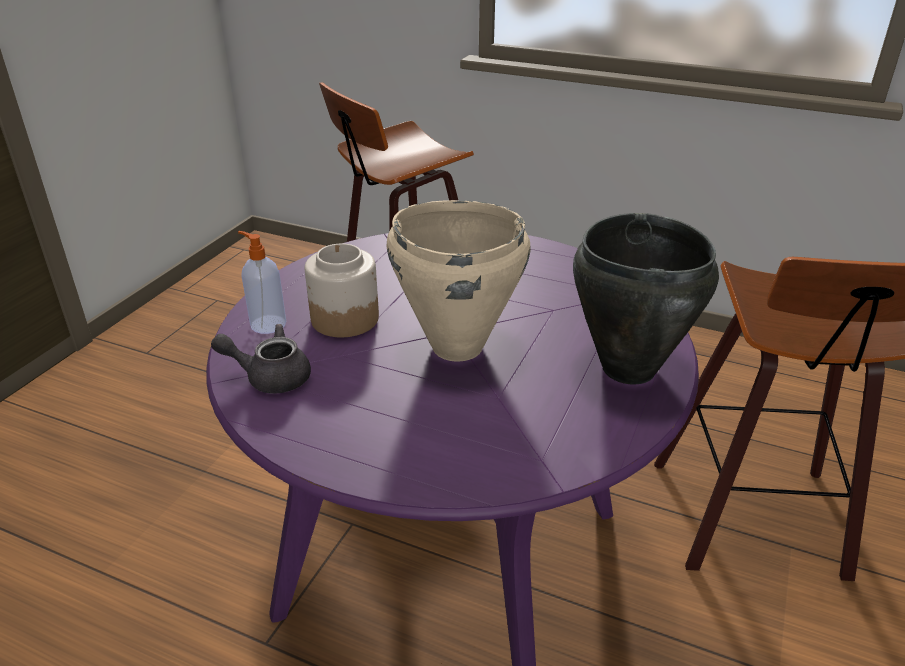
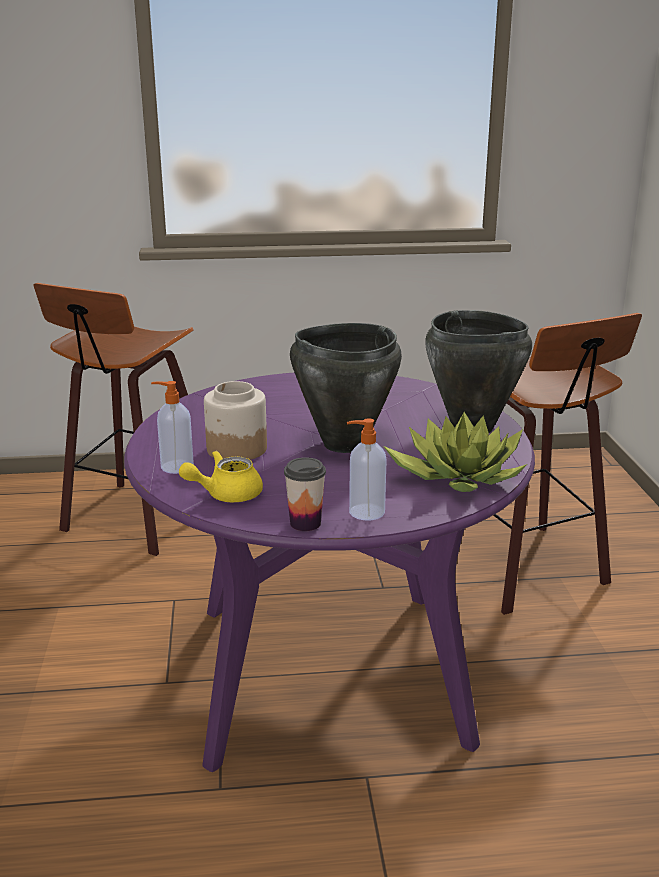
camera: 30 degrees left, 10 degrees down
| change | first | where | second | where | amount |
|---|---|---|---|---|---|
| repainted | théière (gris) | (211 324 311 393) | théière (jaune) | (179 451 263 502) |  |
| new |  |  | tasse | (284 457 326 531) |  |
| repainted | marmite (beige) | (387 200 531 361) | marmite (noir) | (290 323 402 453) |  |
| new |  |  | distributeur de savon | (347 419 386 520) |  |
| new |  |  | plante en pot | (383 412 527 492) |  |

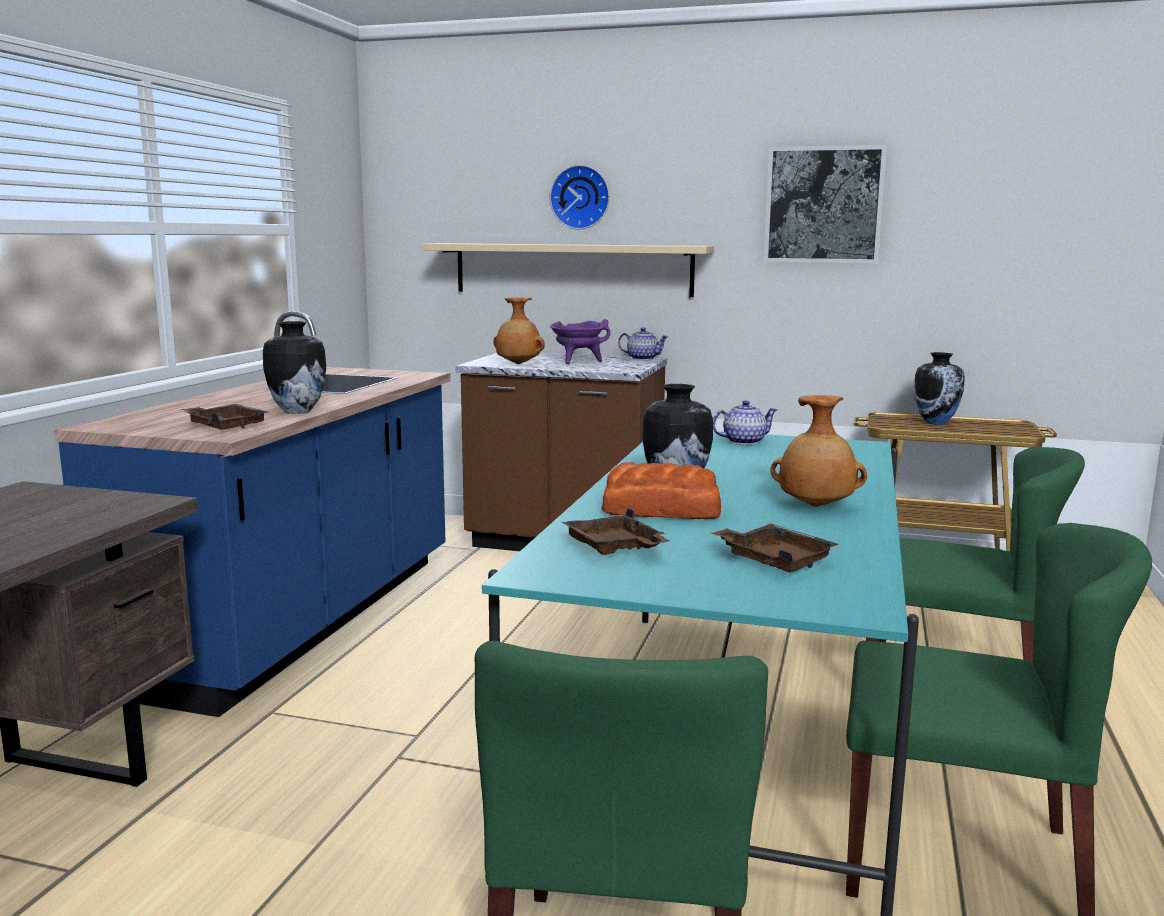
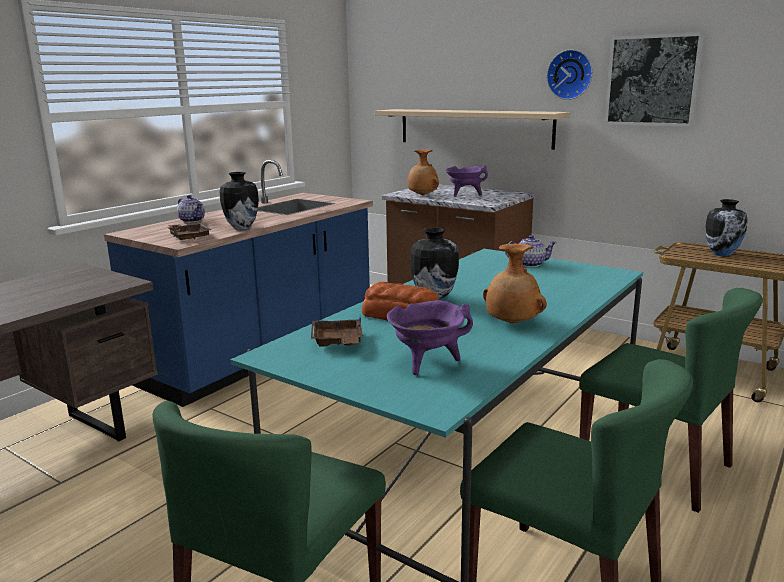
camera: 20 degrees right, 5 degrees up
| change | first | where | second | where | amount |
|---|---|---|---|---|---|
| shifted | théière | (618 327 668 360) |  | (177 195 205 223) |  |
| swapped | plateau (marron) | (711 524 839 572) | marmite (violet) | (387 300 473 375) |  |
| shifted | horloge murale | (550 165 610 229) |  | (546 49 593 100) |  |

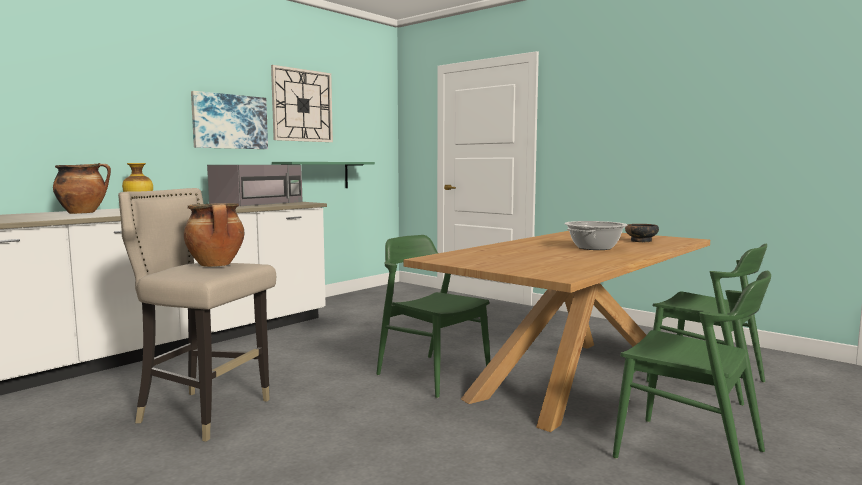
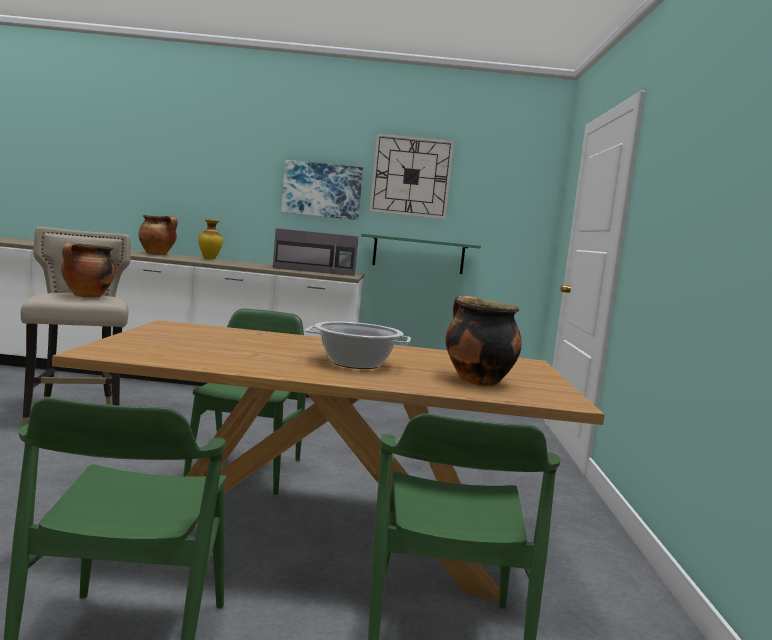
camera: 50 degrees right, 0 degrees up
| change | first | where | second | where | amount |
|---|---|---|---|---|---|
| swapped | bol | (625 224 659 242) | marmite | (445 296 522 386) |  |

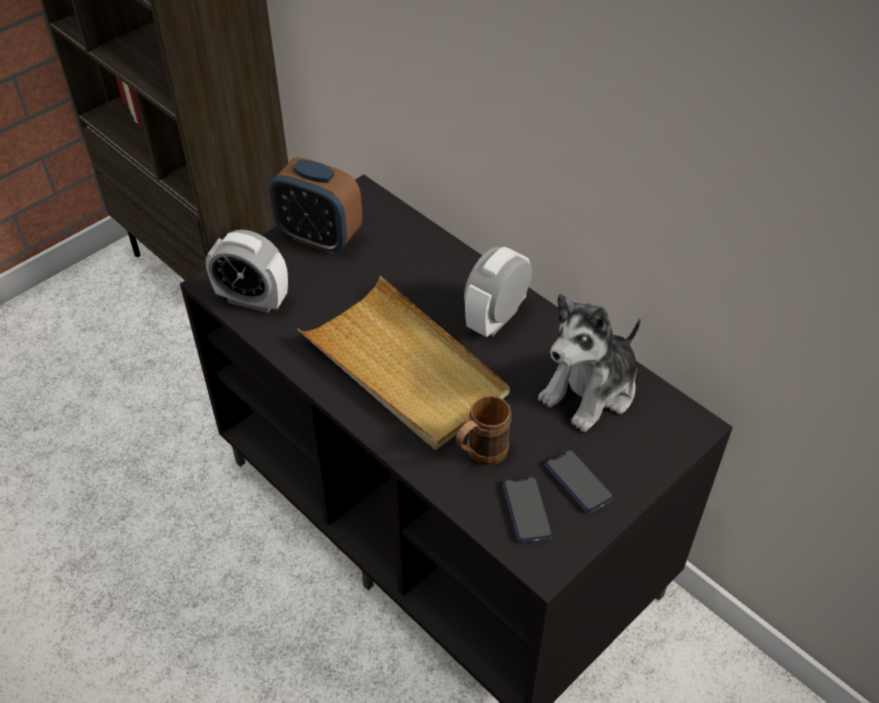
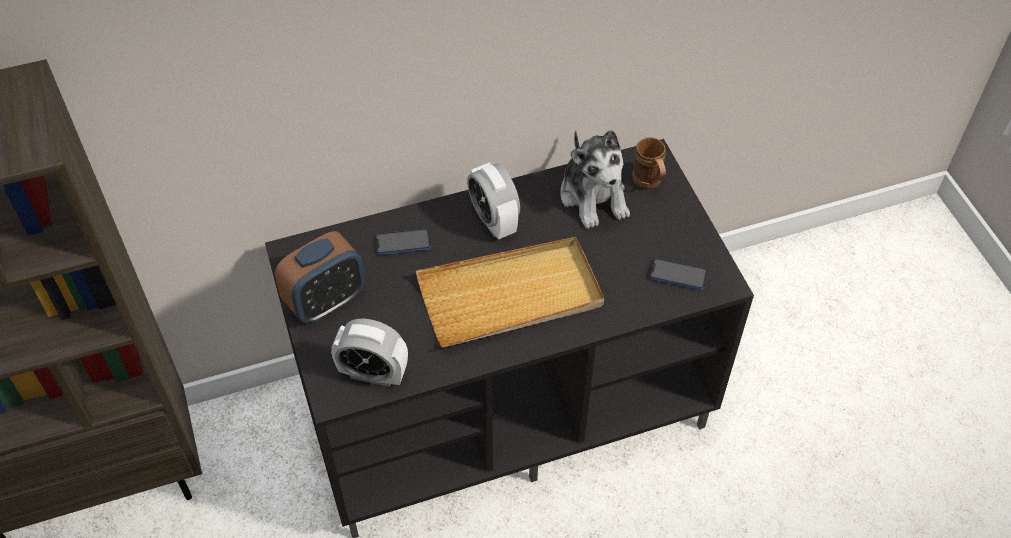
camera: 65 degrees left, 5 degrees up
| change | first | where | second | where | amount |
|---|---|---|---|---|---|
| rotated | réveil | (206 230 288 313) |  | (331 319 408 387) | 60 degrees clockwise |
| shifted | téléphone | (545 449 614 513) |  | (375 229 431 255) |  |
| shifted | mug (marron) | (456 396 512 465) |  | (632 137 666 190) |  |

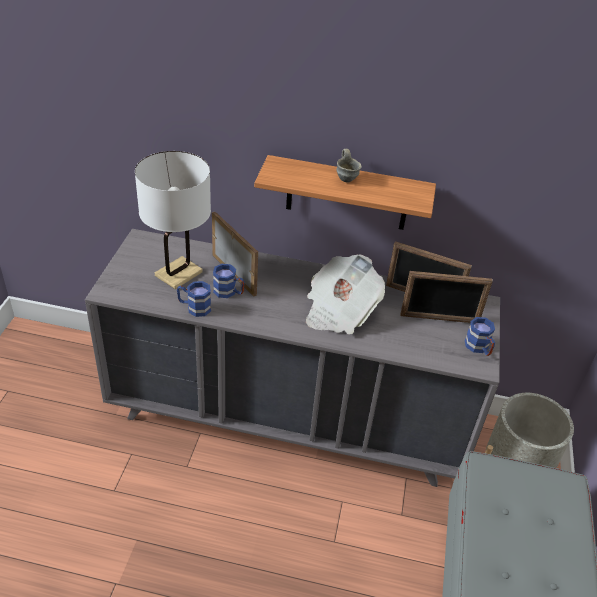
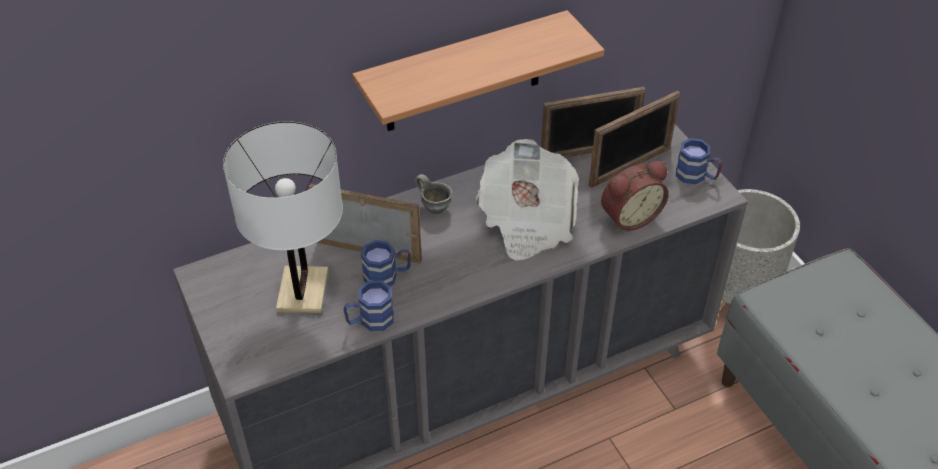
camera: 35 degrees left, 5 degrees up
| change | first | where | second | where | amount |
|---|---|---|---|---|---|
| shifted | mug (gris) | (336 149 362 182) |  | (415 174 452 214) |  |
| new |  |  | réveil | (601 161 669 231) |  |

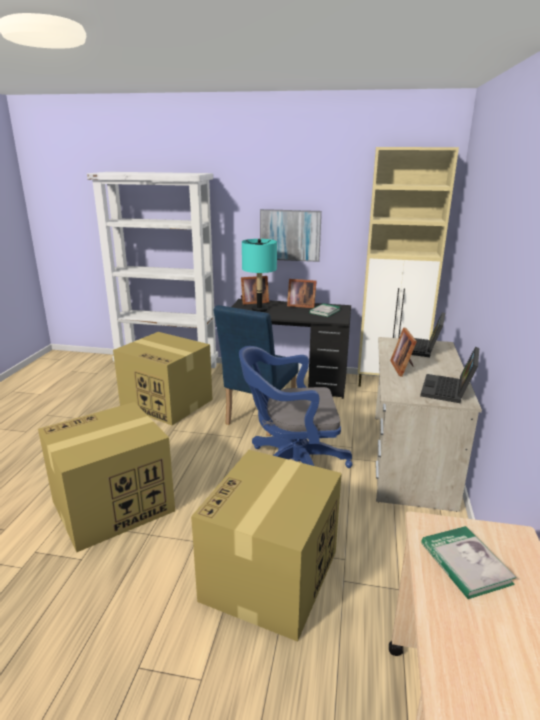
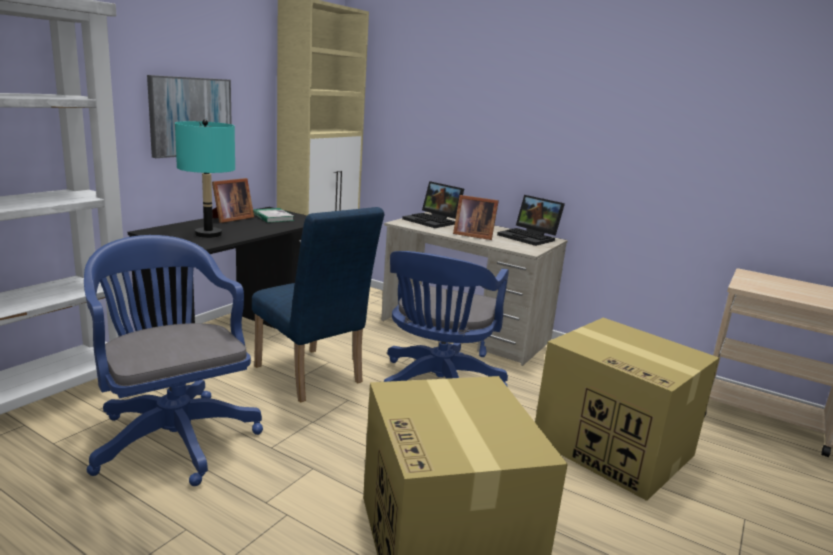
camera: 70 degrees left, 5 degrees down
| change | first | where | second | where | amount |
|---|---|---|---|---|---|
| swapped | carton | (113 332 213 425) | chaise de bureau (bleu) | (84 235 263 486) |  |
| gone | cadre photo | (241 276 269 305) |  |  |  |
| gone | livre | (421 526 517 599) |  |  |  |

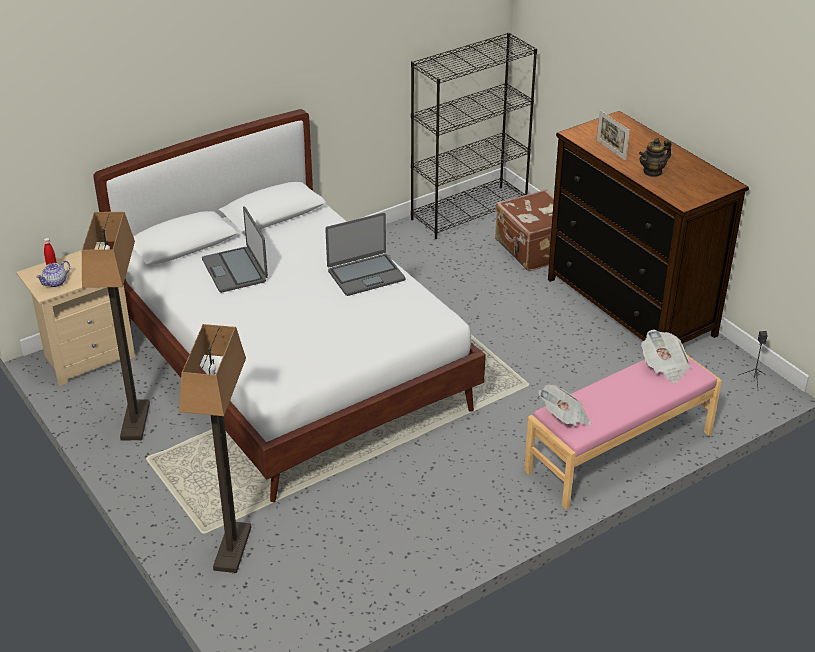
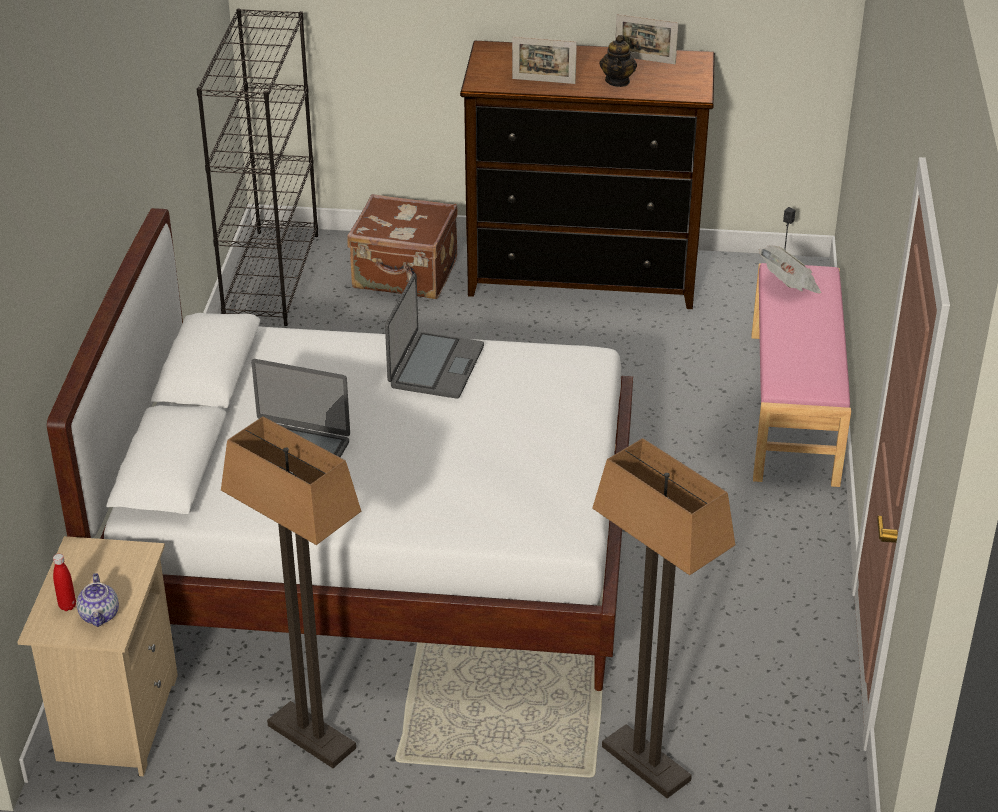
camera: 50 degrees left, 0 degrees up
| change | first | where | second | where | amount |
|---|---|---|---|---|---|
| new |  |  | cadre photo | (615 14 678 64) |  |
| gone | journal | (538 385 592 426) |  |  |  |

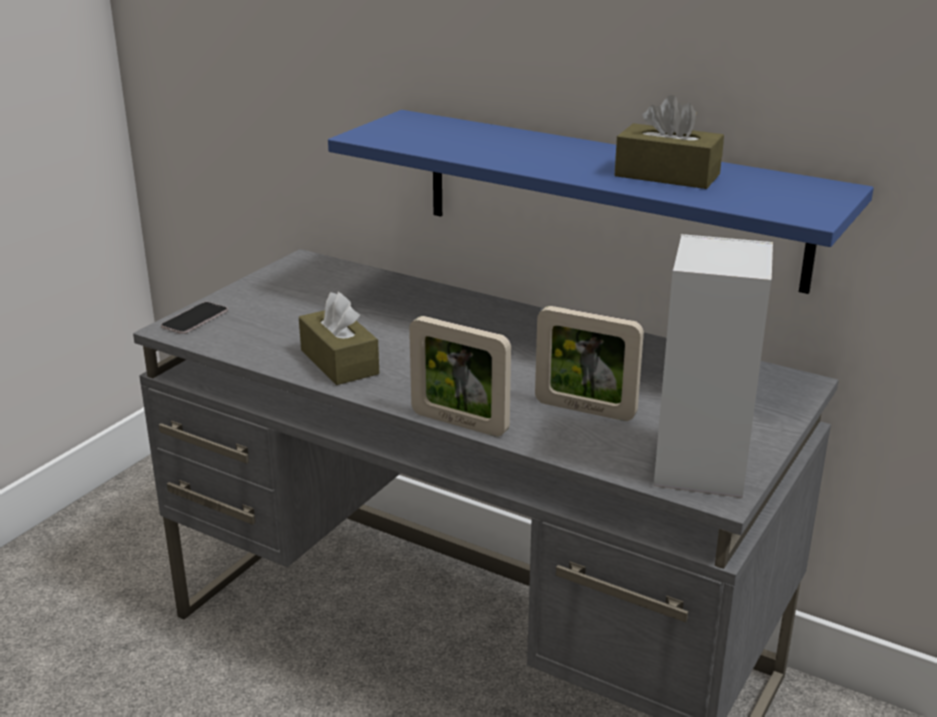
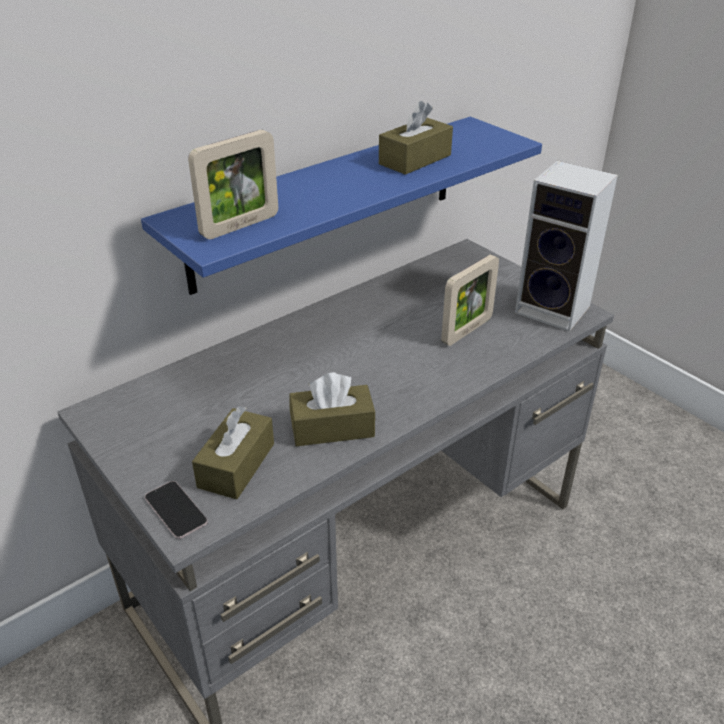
camera: 70 degrees left, 10 degrees up
| change | first | where | second | where | amount |
|---|---|---|---|---|---|
| shifted | cadre photo | (409 316 511 437) |  | (188 130 278 239) |  |
| new |  |  | boîte à mouchoirs (marron) | (192 406 274 499) |  |

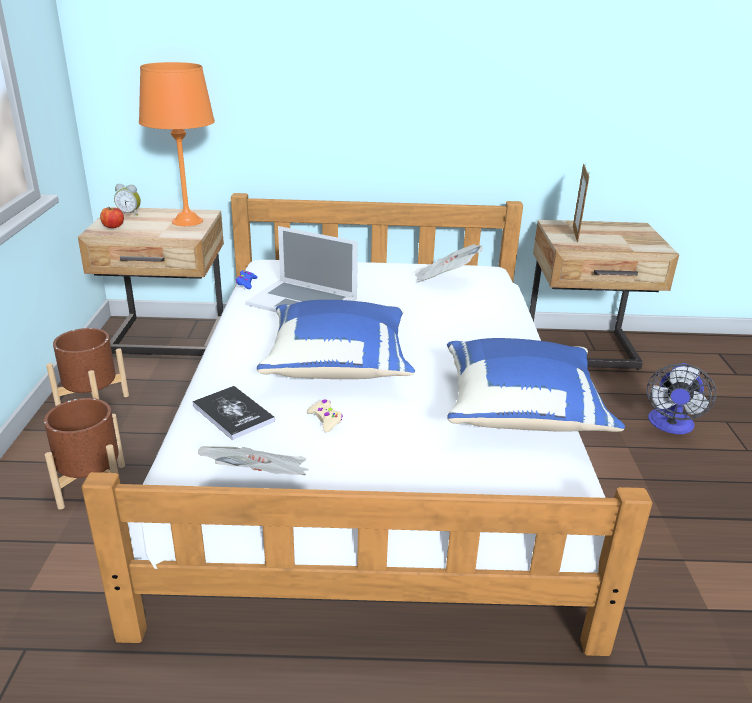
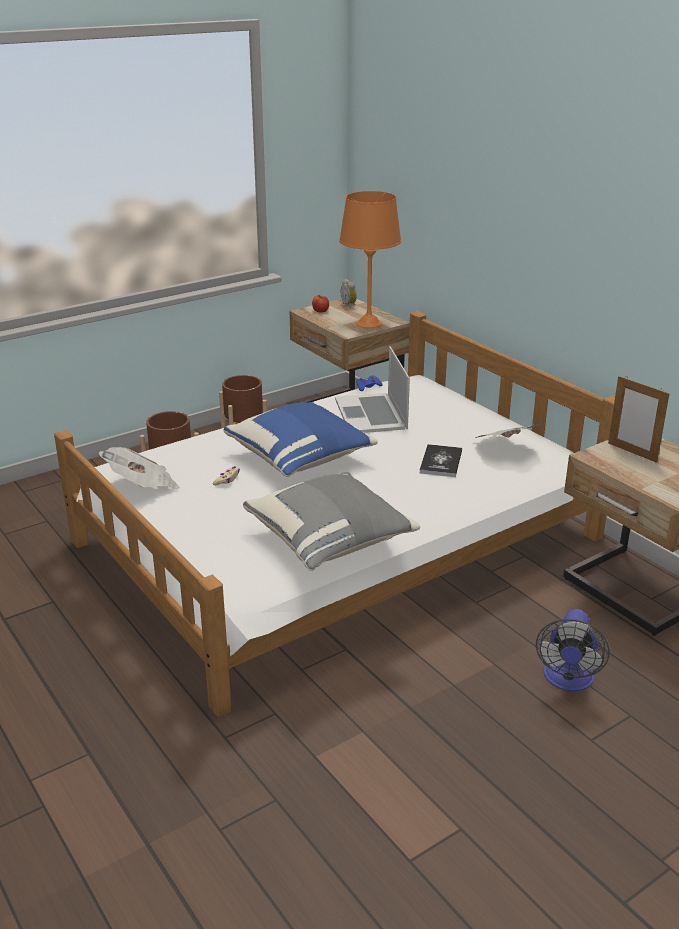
camera: 55 degrees right, 0 degrees up
| change | first | where | second | where | amount |
|---|---|---|---|---|---|
| repainted | coussin (bleu) | (447 338 625 432) | coussin (gris) | (243 472 420 571) |  |
| shifted | livre | (192 386 275 440) |  | (420 444 462 477) |  |
| rotated | ventilateur | (647 363 716 434) |  | (536 609 610 691) | 60 degrees counterclockwise |
| rotated | cadre photo | (573 164 589 243) |  | (608 376 669 463) | 105 degrees counterclockwise |

